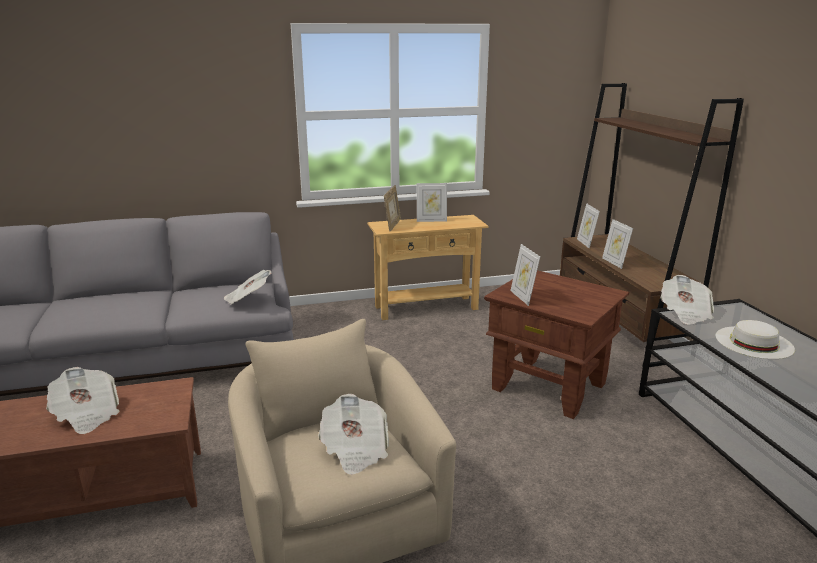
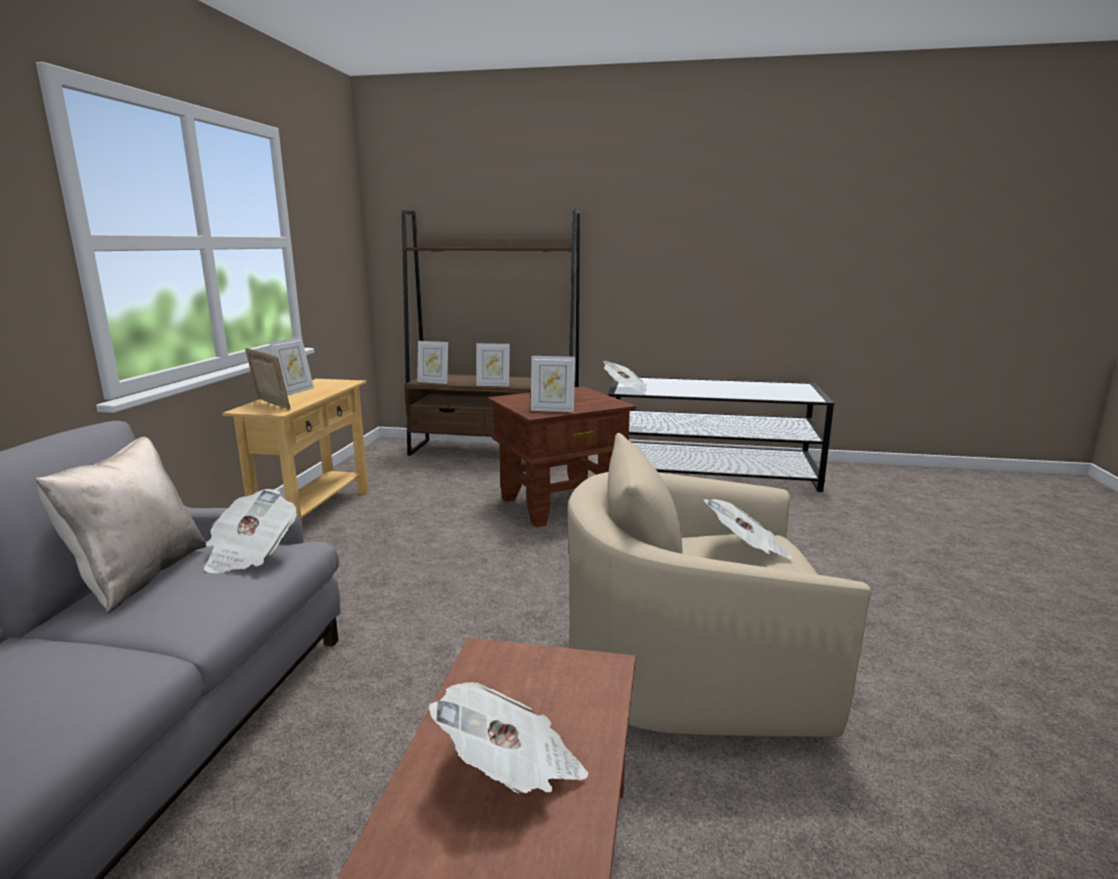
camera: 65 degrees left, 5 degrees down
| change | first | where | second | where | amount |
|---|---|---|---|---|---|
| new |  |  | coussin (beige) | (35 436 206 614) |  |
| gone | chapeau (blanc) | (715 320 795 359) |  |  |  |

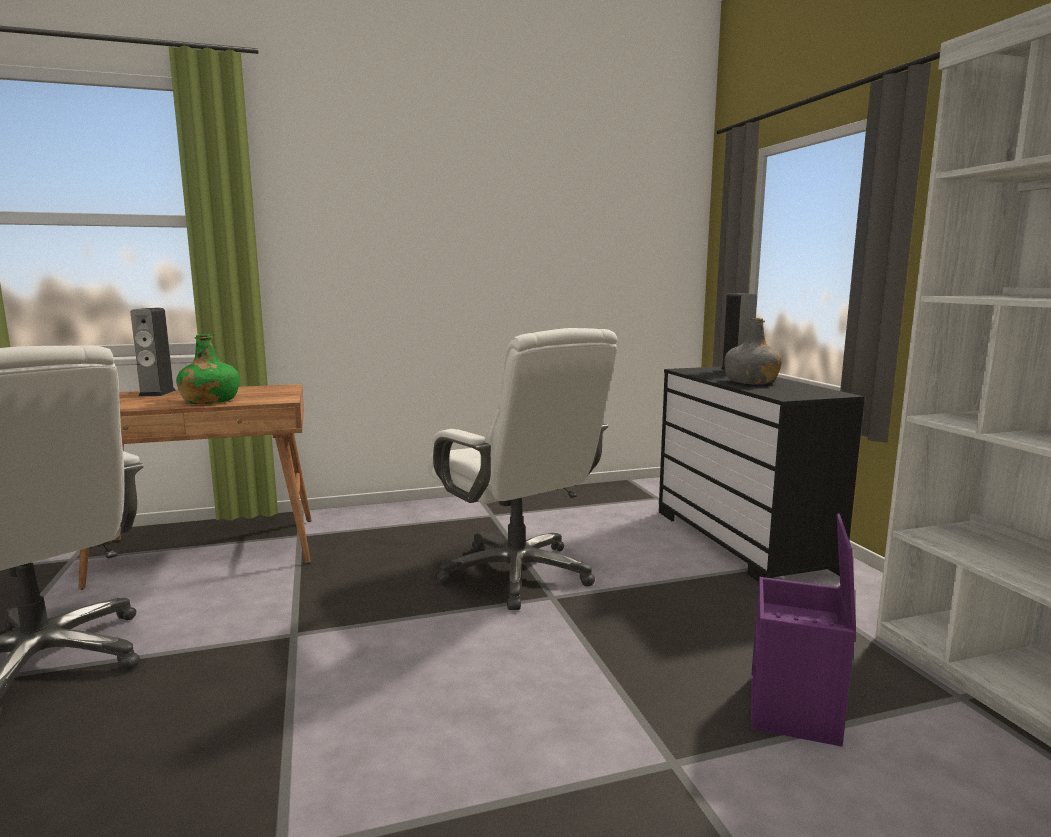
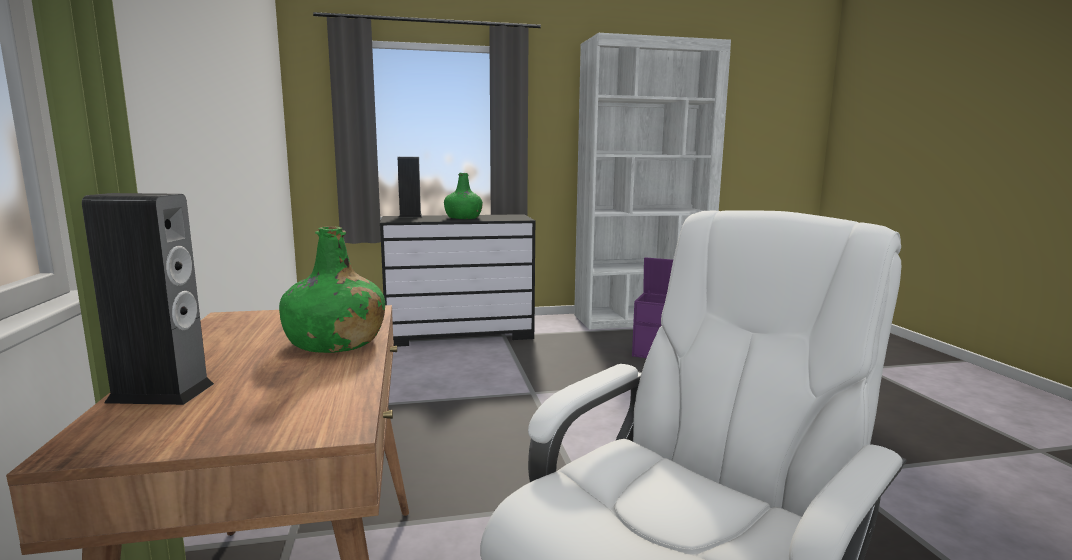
camera: 85 degrees left, 0 degrees up
| change | first | where | second | where | amount |
|---|---|---|---|---|---|
| repainted | bouteille (gris) | (724 318 782 385) | bouteille (vert) | (444 173 483 219) |  |
| gone | chaise de bureau (blanc) | (428 328 617 610) |  |  |  |

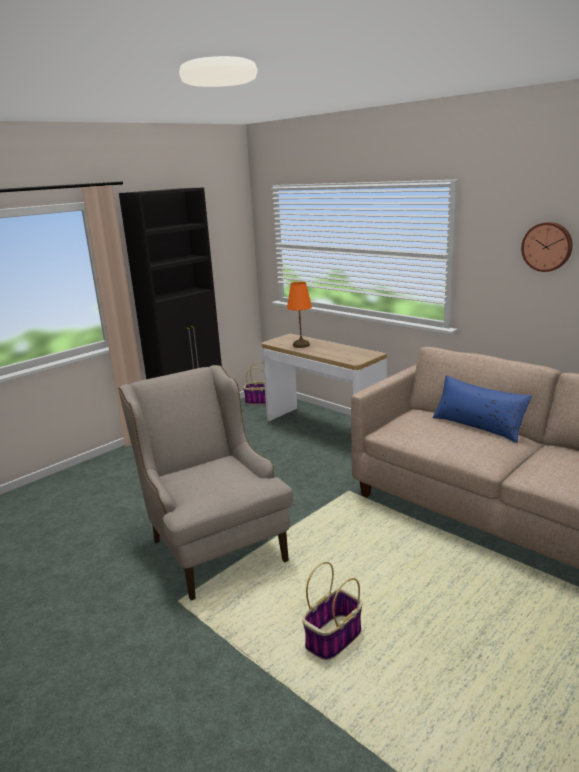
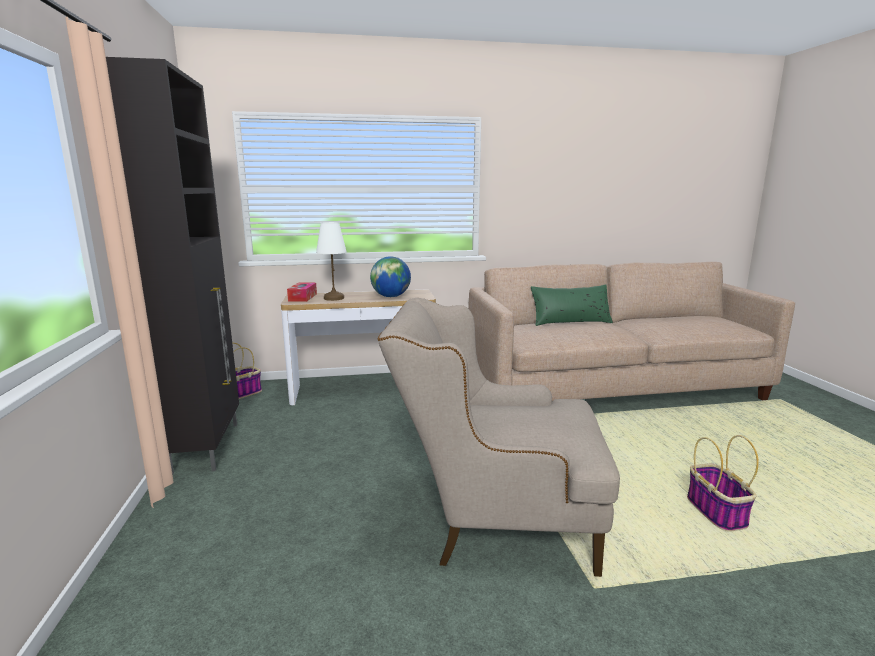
camera: 55 degrees left, 5 degrees down
| change | first | where | second | where | amount |
|---|---|---|---|---|---|
| new |  |  | boîte à mouchoirs | (287 282 317 302) |  |
| repainted | lampe de table (orange) | (287 282 312 348) | lampe de table (blanc) | (316 222 347 301) |  |
| new |  |  | globe | (370 256 411 297) |  |
| repainted | coussin (bleu) | (433 375 532 443) | coussin (vert) | (531 284 613 326) |  |
| gone | horloge murale | (521 222 573 272) |  |  |  |

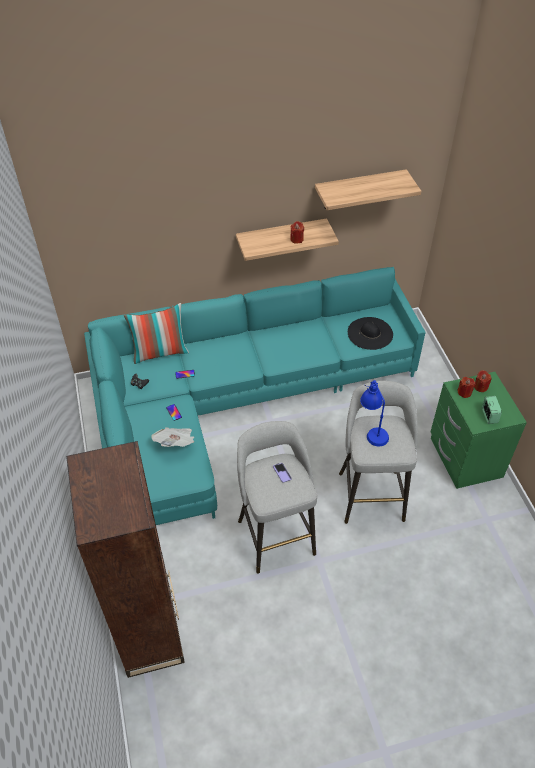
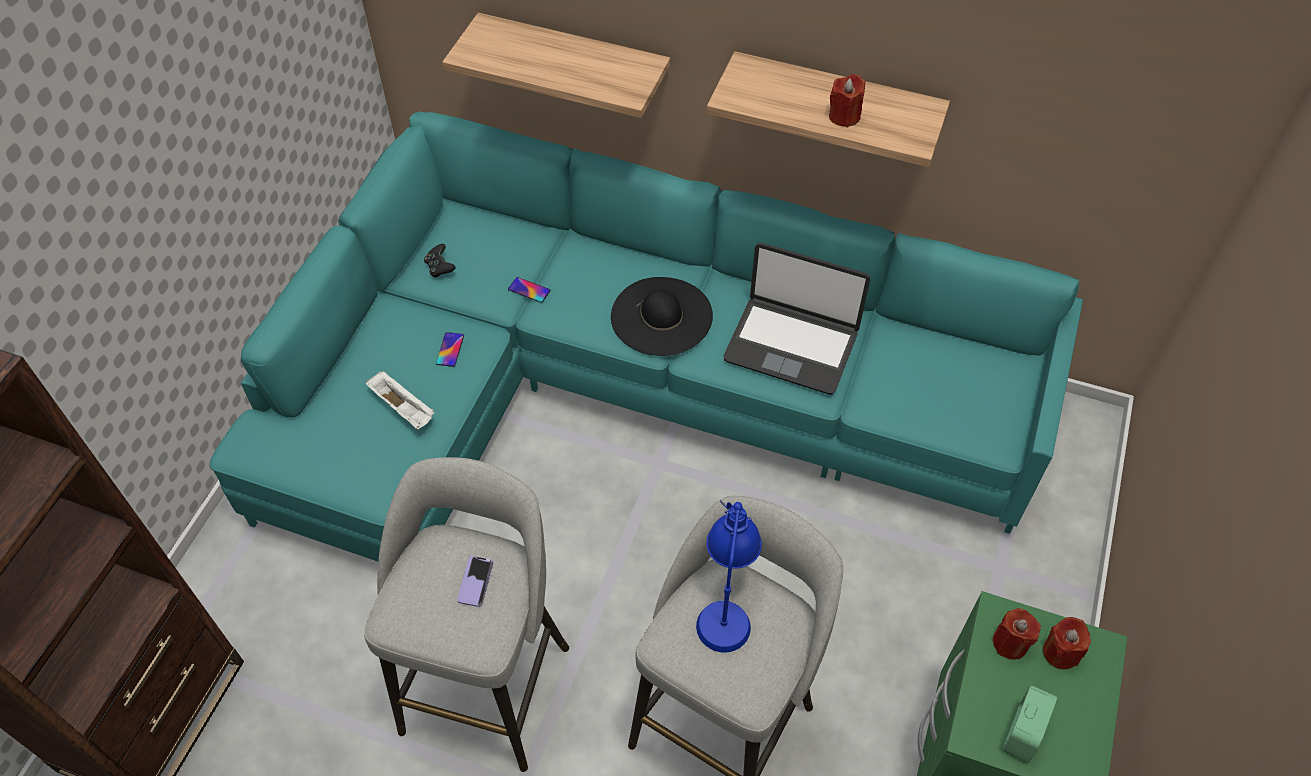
camera: 35 degrees right, 5 degrees up
| change | first | where | second | where | amount |
|---|---|---|---|---|---|
| swapped | journal | (151 427 195 447) | plateau (blanc) | (365 371 435 430) |  |
| shifted | étagère | (315 169 421 210) |  | (442 13 670 118) |  |
| shifted | chapeau (noir) | (348 317 393 350) |  | (611 277 713 356) |  |
| new |  |  | ordinateur portable | (724 243 870 394) |  |
| gone | coussin | (124 303 189 364) |  |  |  |

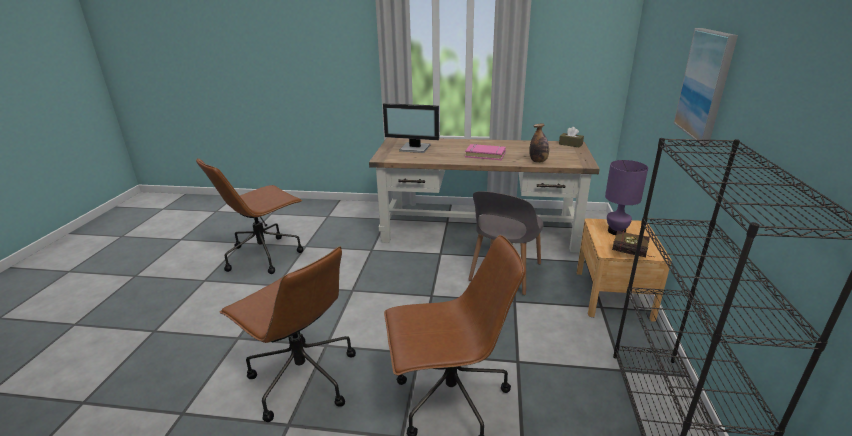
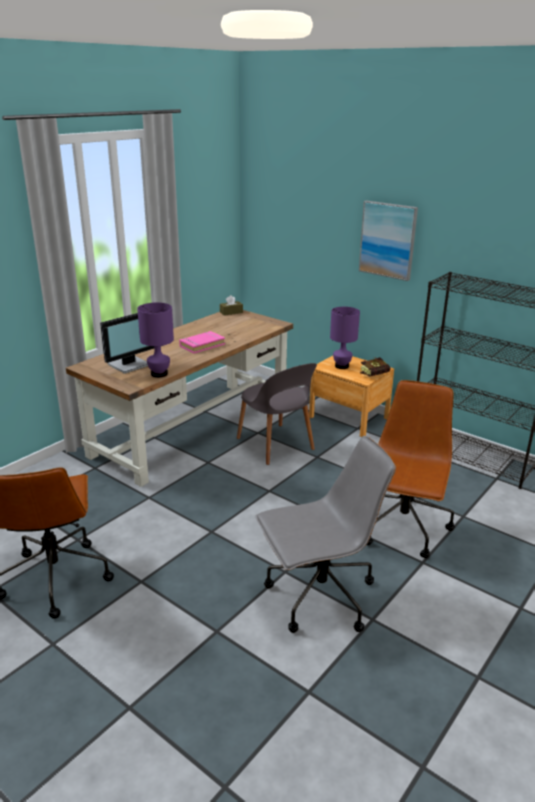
camera: 60 degrees left, 0 degrees up
| change | first | where | second | where | amount |
|---|---|---|---|---|---|
| new |  |  | lampe de table (violet) | (137 302 174 378) |  |
| repainted | chaise de bureau (marron) | (220 246 356 422) | chaise de bureau (gris) | (255 436 396 633) |  |
| gone | bouteille | (529 123 549 163) |  |  |  |

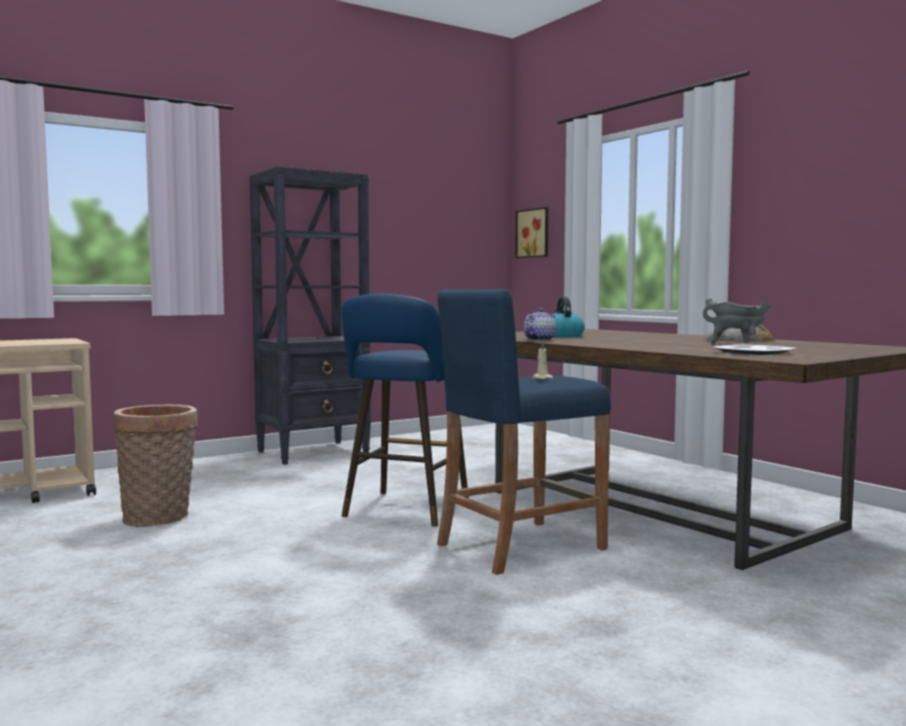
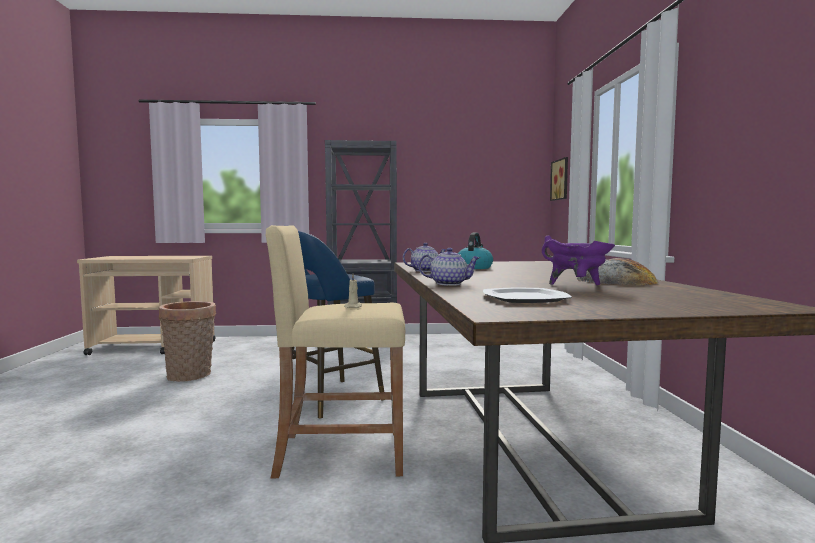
camera: 30 degrees right, 0 degrees up
| change | first | where | second | where | amount |
|---|---|---|---|---|---|
| repainted | tabouret (bleu) | (437 289 611 575) | tabouret (beige) | (266 225 405 479) |  |
| new |  |  | théière | (418 248 480 286) |  |
| repainted | marmite (gris) | (703 298 772 344) | marmite (violet) | (542 235 615 285) |  |

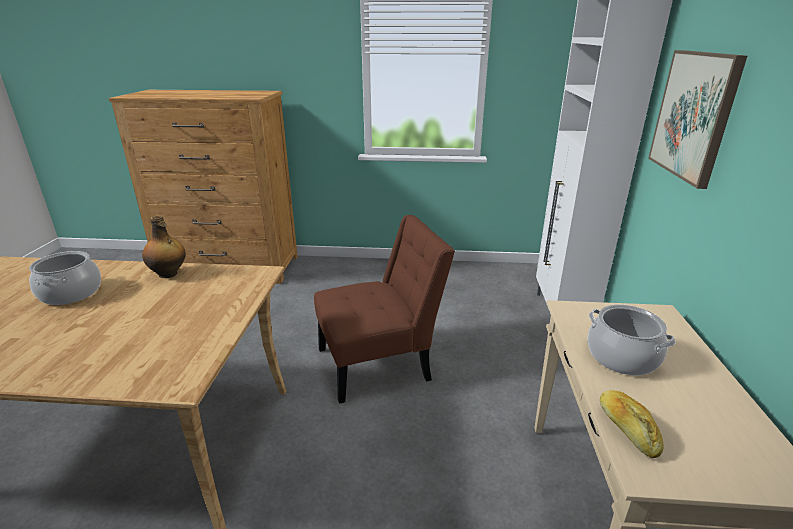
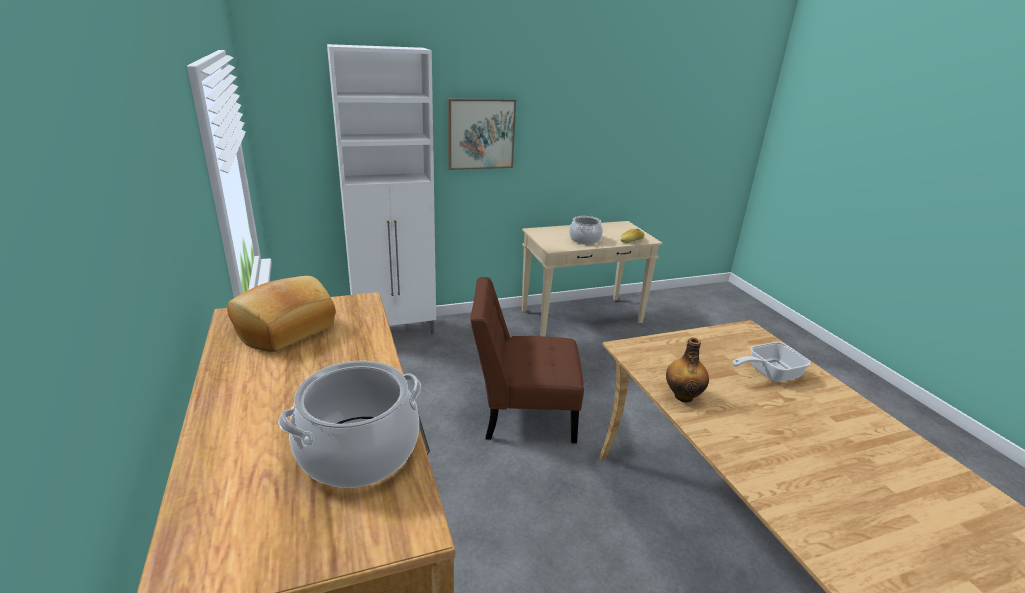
camera: 115 degrees left, 0 degrees up
| change | first | where | second | where | amount |
|---|---|---|---|---|---|
| new |  |  | pain | (227 276 336 352) |  |
| shifted | marmite | (29 251 101 305) |  | (278 361 421 488) |  |
| rotated | chaise (marron) | (314 215 455 404) |  | (470 277 584 443) | 45 degrees counterclockwise |
| new |  |  | poêle | (733 342 811 382) |  |

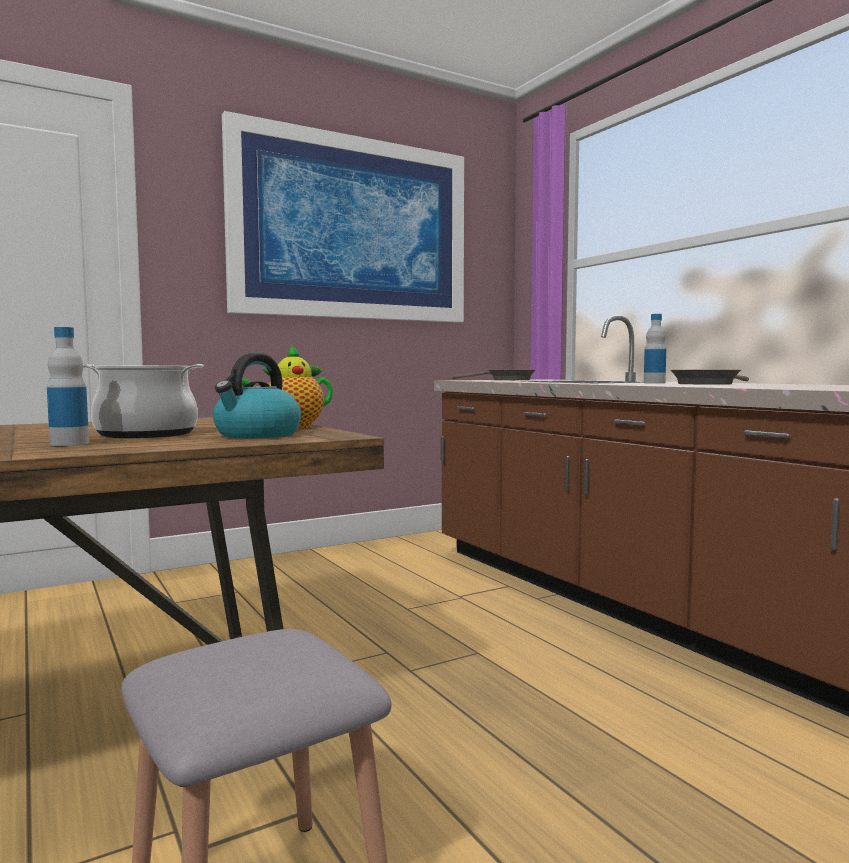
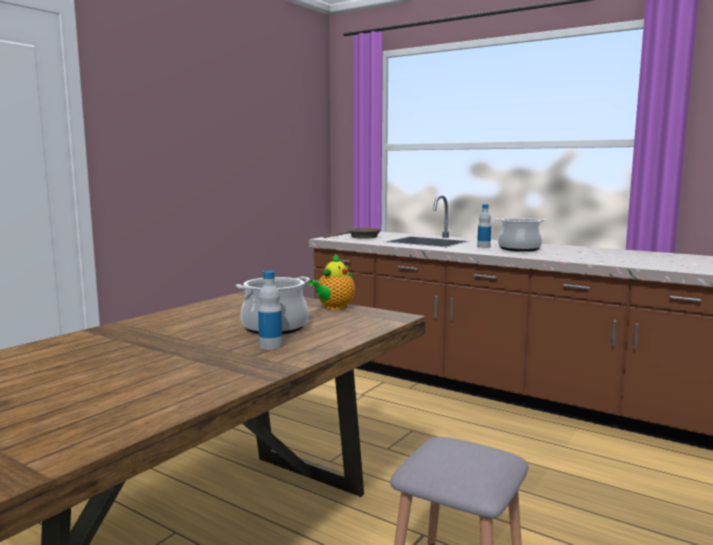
camera: 25 degrees left, 5 degrees up
| change | first | where | second | where | amount |
|---|---|---|---|---|---|
| swapped | poêle (marron) | (670 370 749 385) | marmite | (495 218 547 252) |  |
| gone | bouilloire | (213 353 301 438) |  |  |  |
| gone | tableau | (222 111 464 322) |  |  |  |

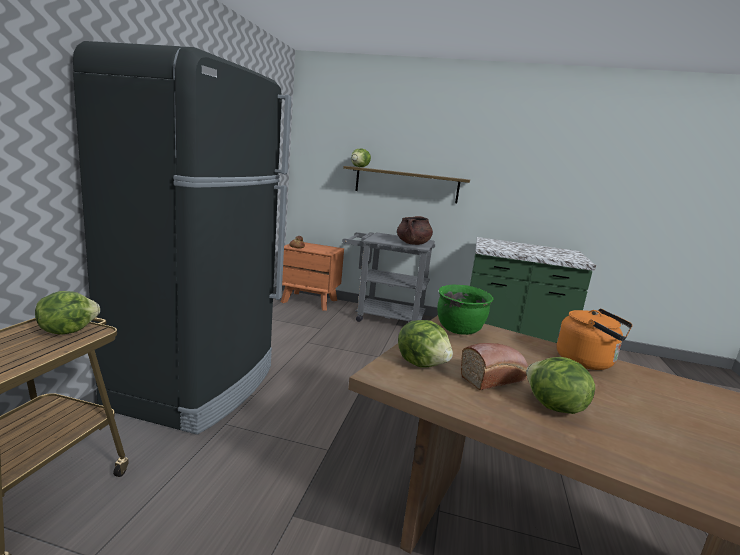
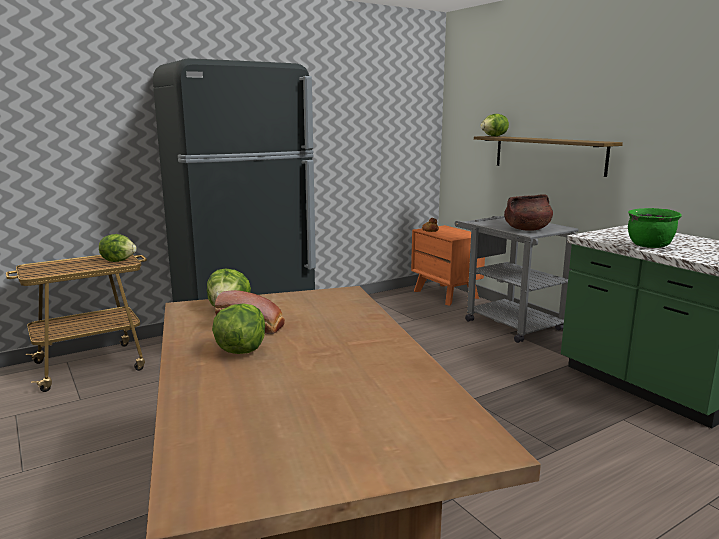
camera: 45 degrees right, 0 degrees up
| change | first | where | second | where | amount |
|---|---|---|---|---|---|
| shifted | marmite (vert) | (437 284 494 335) |  | (628 208 682 248) |  |
| gone | bouilloire (orange) | (557 309 633 370) |  |  |  |

